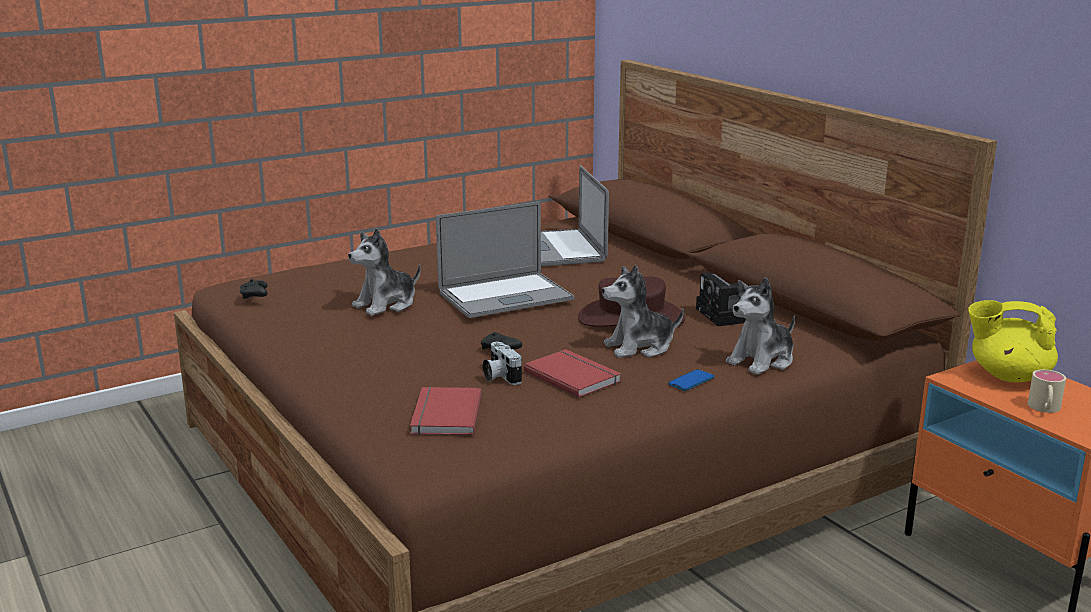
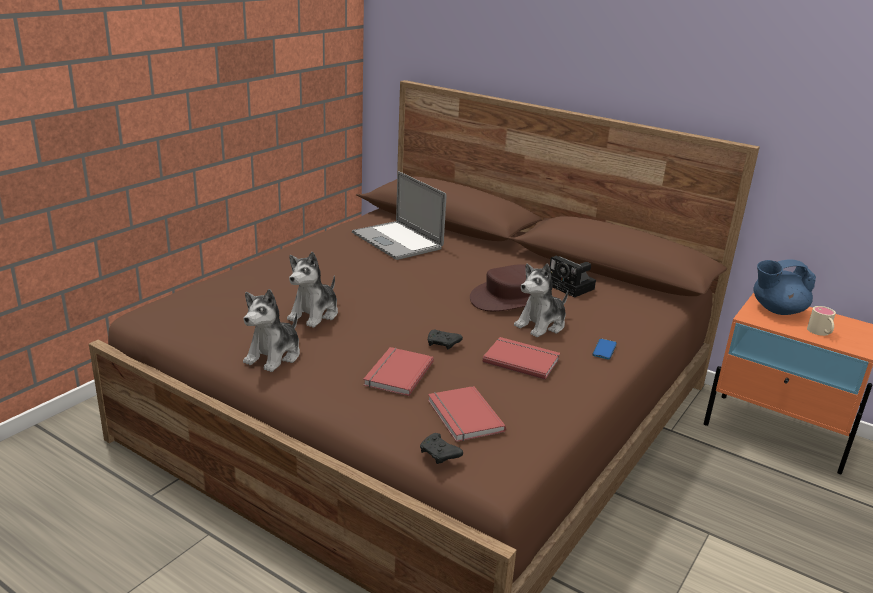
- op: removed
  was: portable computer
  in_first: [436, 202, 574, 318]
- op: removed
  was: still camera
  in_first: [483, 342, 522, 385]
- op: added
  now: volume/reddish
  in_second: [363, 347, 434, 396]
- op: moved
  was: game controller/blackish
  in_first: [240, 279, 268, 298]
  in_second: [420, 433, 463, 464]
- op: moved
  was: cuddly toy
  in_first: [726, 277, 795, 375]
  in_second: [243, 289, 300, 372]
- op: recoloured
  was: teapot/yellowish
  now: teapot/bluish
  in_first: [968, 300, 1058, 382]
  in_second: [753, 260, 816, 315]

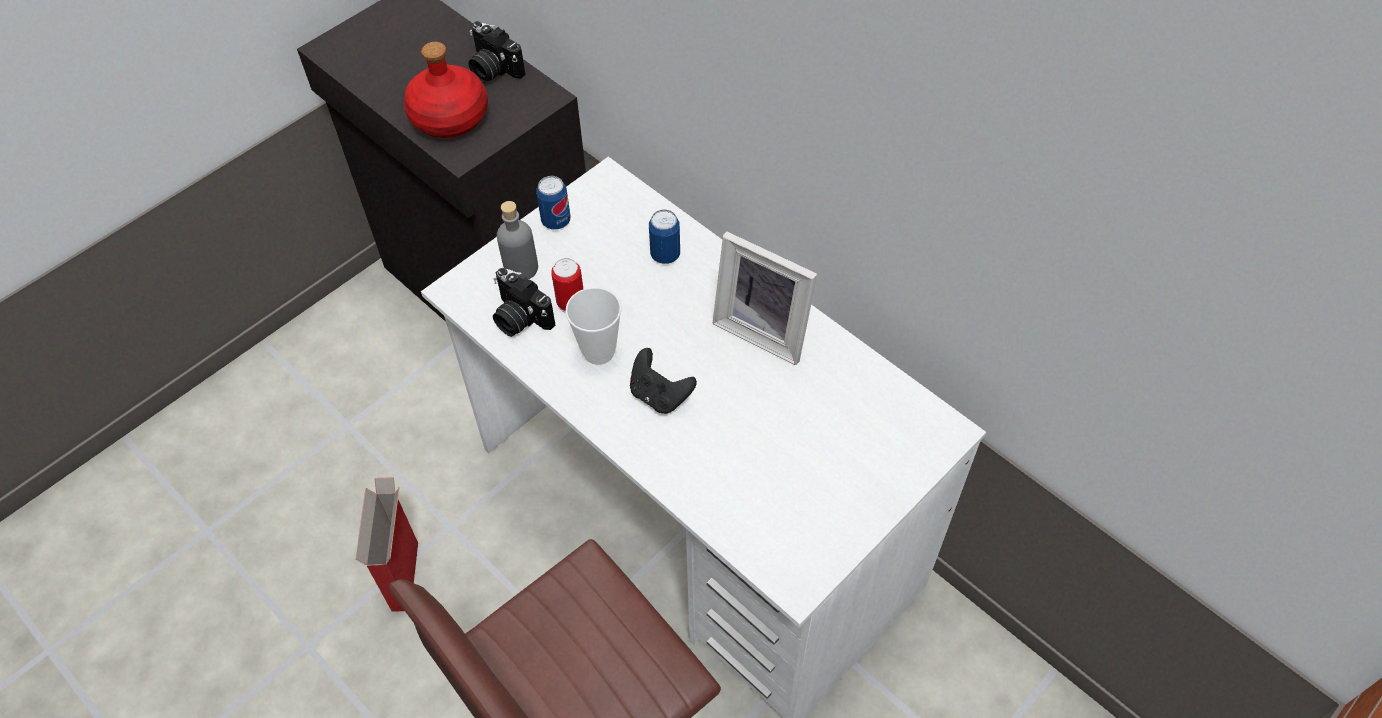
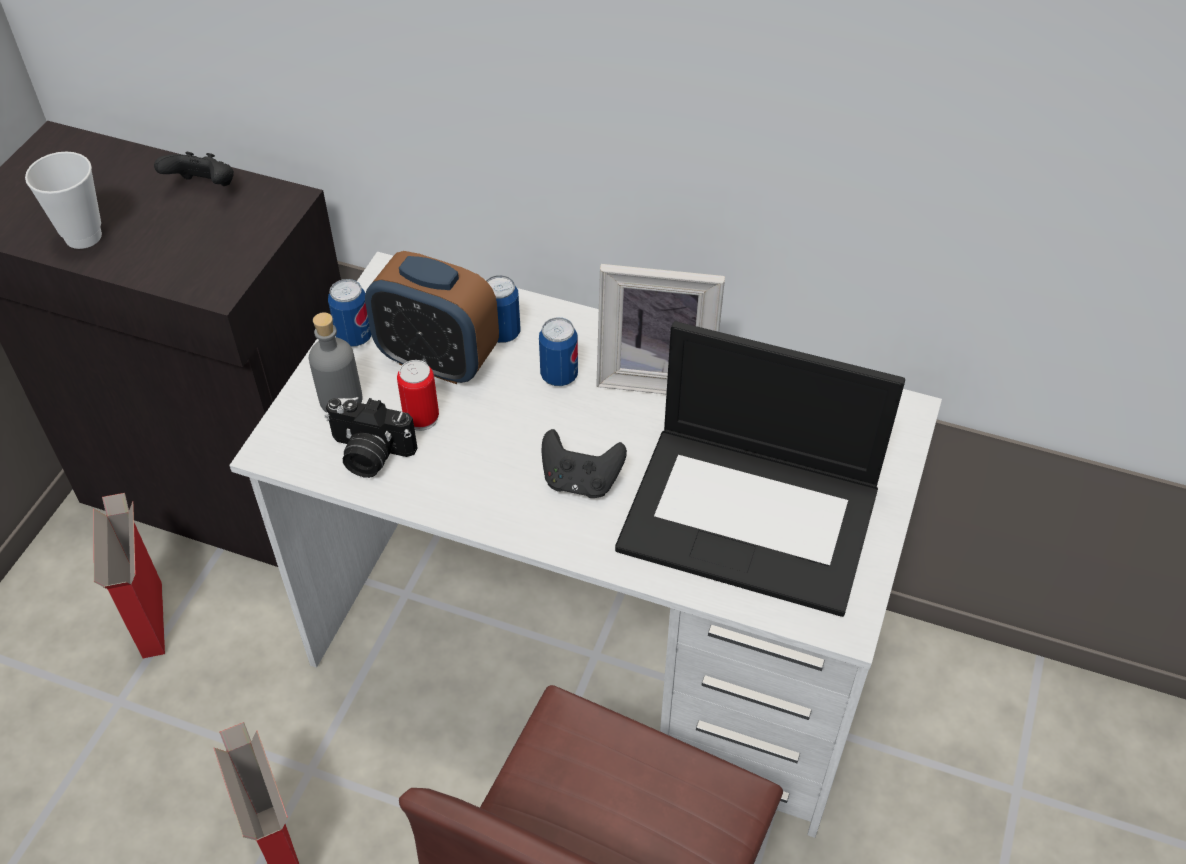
- op: removed
  was: drink bottle/reddish
  in_first: [404, 42, 488, 138]
- op: added
  now: cardboard box
  in_second: [93, 493, 165, 658]
- op: added
  now: alarm clock
  in_second: [365, 251, 499, 384]
- op: added
  now: can
  in_second: [539, 318, 578, 386]
- op: added
  now: portable computer
  in_second: [615, 321, 905, 617]
- op: moved
  was: cup
  in_first: [565, 287, 622, 365]
  in_second: [25, 151, 102, 249]
- op: replaced
  was: still camera
  now: game controller/blackish
  in_first: [469, 21, 525, 83]
  in_second: [154, 152, 234, 186]

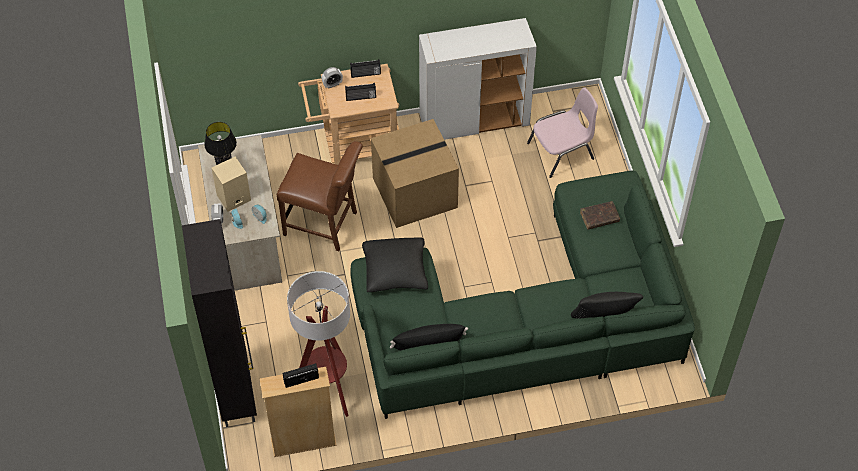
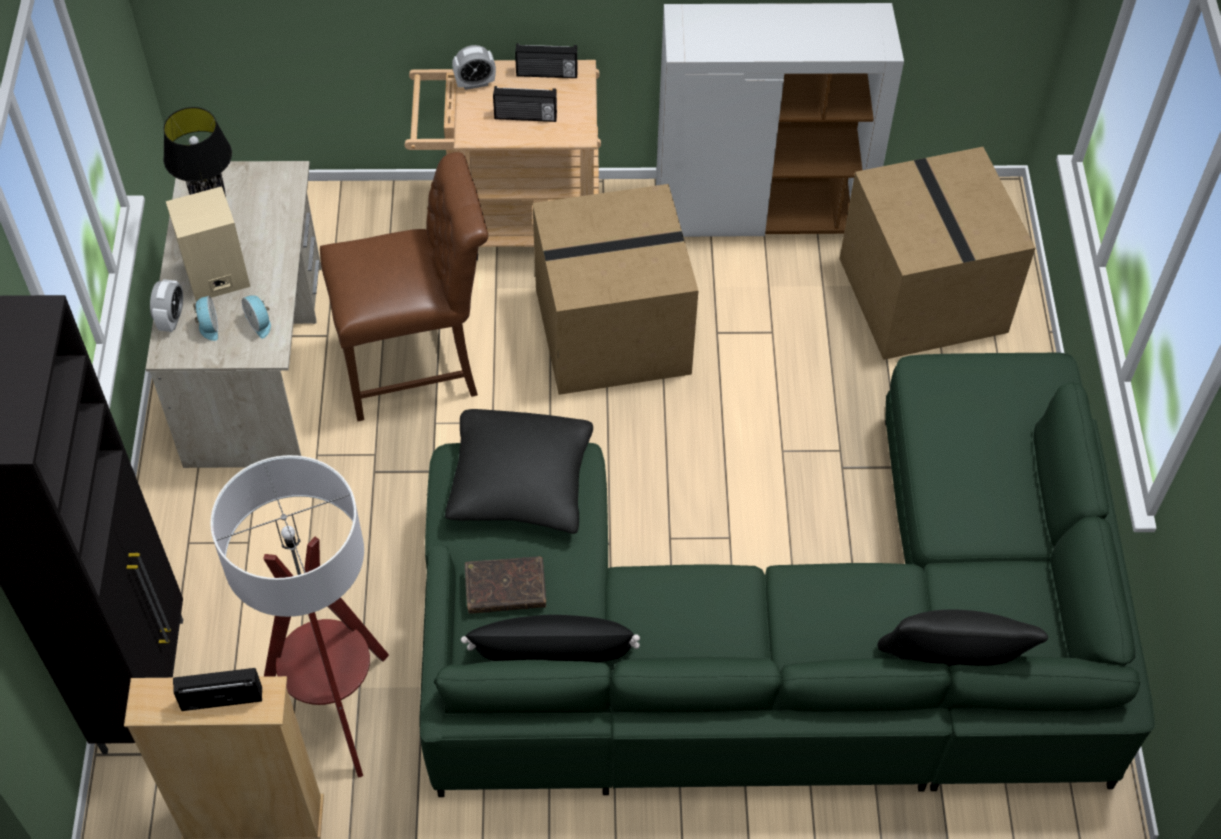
- op: moved
  was: volume/brown-coloured
  in_first: [580, 201, 620, 229]
  in_second: [465, 556, 546, 614]
- op: replaced
  was: chair/pinkish
  now: cardboard box
  in_first: [527, 88, 598, 178]
  in_second: [840, 147, 1035, 360]
- op: turned
  was: chair/brown-coloured
  in_first: [277, 141, 363, 251]
  in_second: [320, 152, 488, 421]
  clockwise: -45

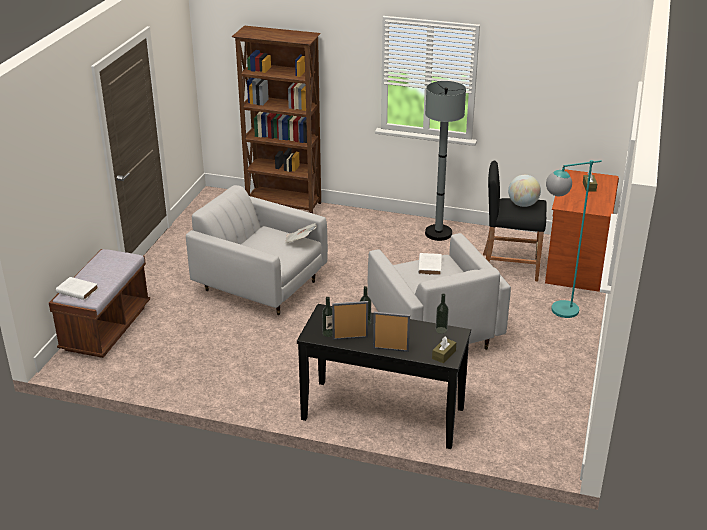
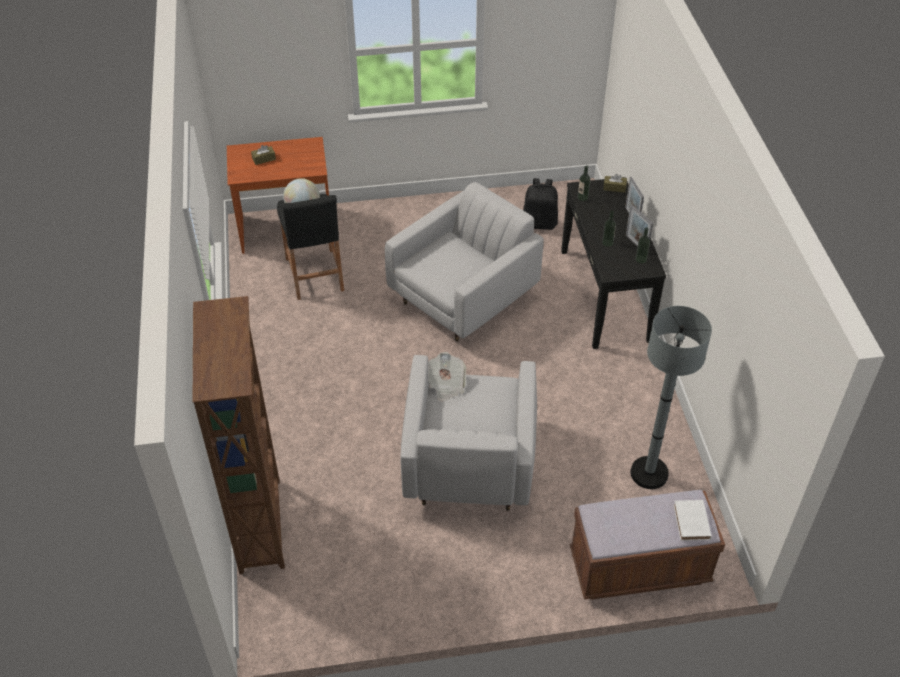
- op: removed
  was: volume/whitish
  in_first: [418, 253, 442, 275]
- op: removed
  was: standard lamp/turquoise
  in_first: [546, 160, 602, 318]
- op: added
  now: backpack/blackish
  in_second: [523, 178, 558, 230]
- op: moved
  was: standard lamp/grey
  in_first: [425, 81, 466, 241]
  in_second: [630, 306, 712, 489]

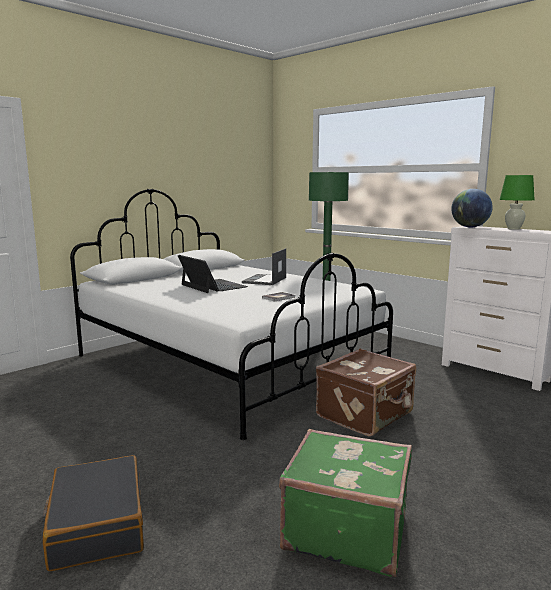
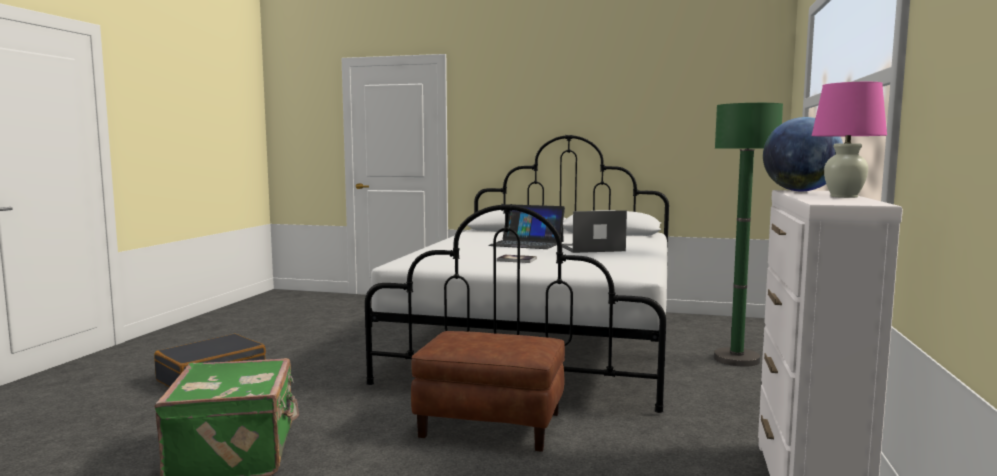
- op: replaced
  was: travel case/brown-coloured
  now: ottoman/brown-coloured
  in_first: [316, 349, 416, 436]
  in_second: [411, 331, 565, 452]
- op: recoloured
  was: table lamp/green-coloured
  now: table lamp/pinkish
  in_first: [500, 175, 535, 230]
  in_second: [812, 82, 887, 198]
- op: turned
  was: portable computer
  in_first: [178, 255, 248, 293]
  in_second: [488, 205, 565, 249]
  clockwise: 90

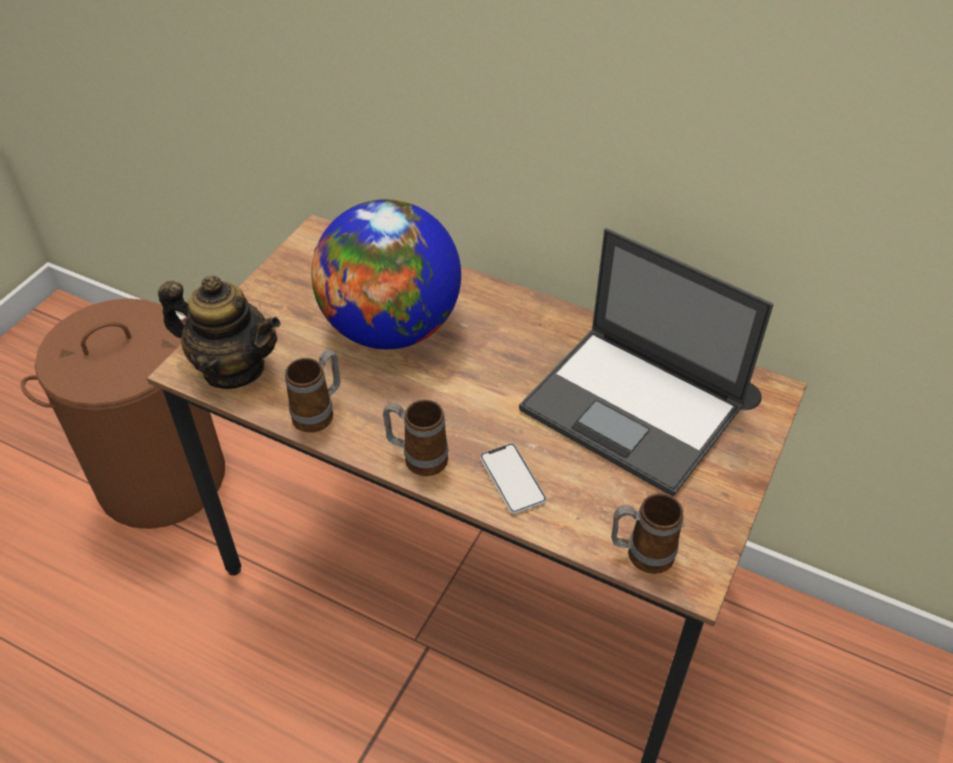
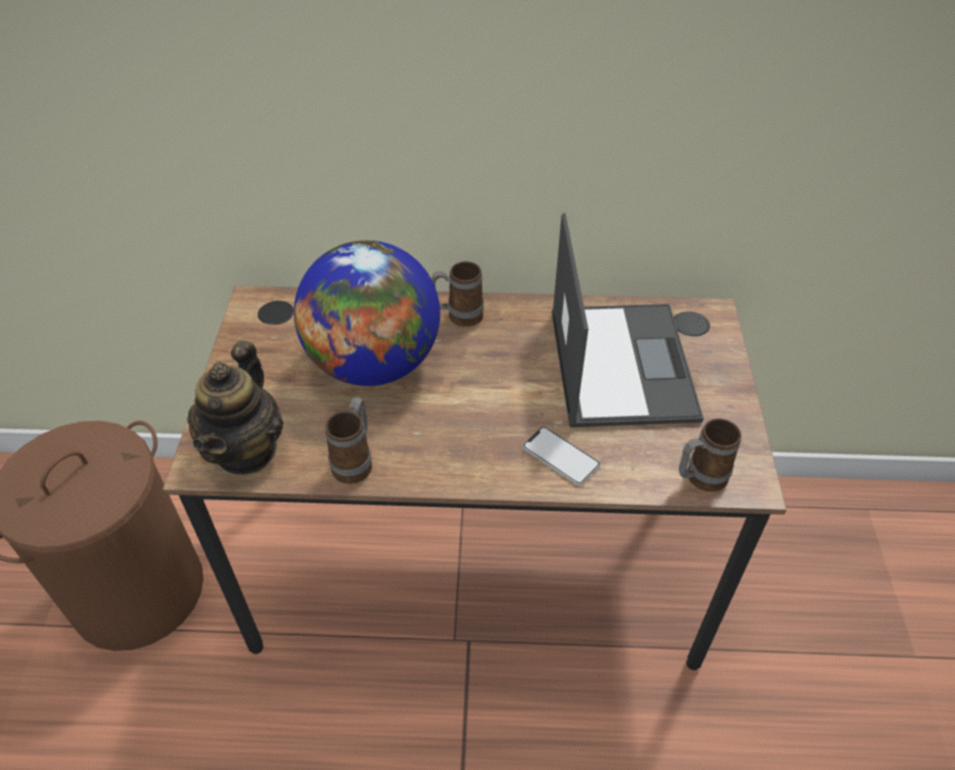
- op: moved
  was: tea mug
  in_first: [383, 400, 448, 476]
  in_second: [431, 261, 484, 327]
- op: turned
  was: teapot
  in_first: [158, 275, 281, 389]
  in_second: [187, 341, 283, 475]
  clockwise: 105
- op: turned
  was: portable computer
  in_first: [519, 228, 774, 497]
  in_second: [552, 213, 704, 427]
  clockwise: -105

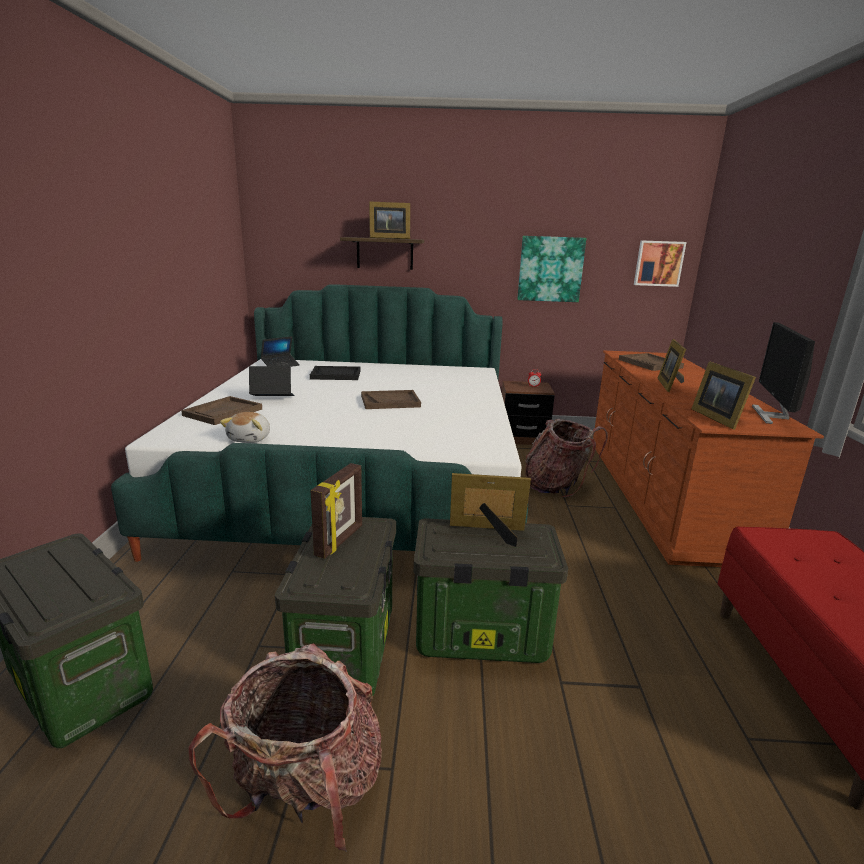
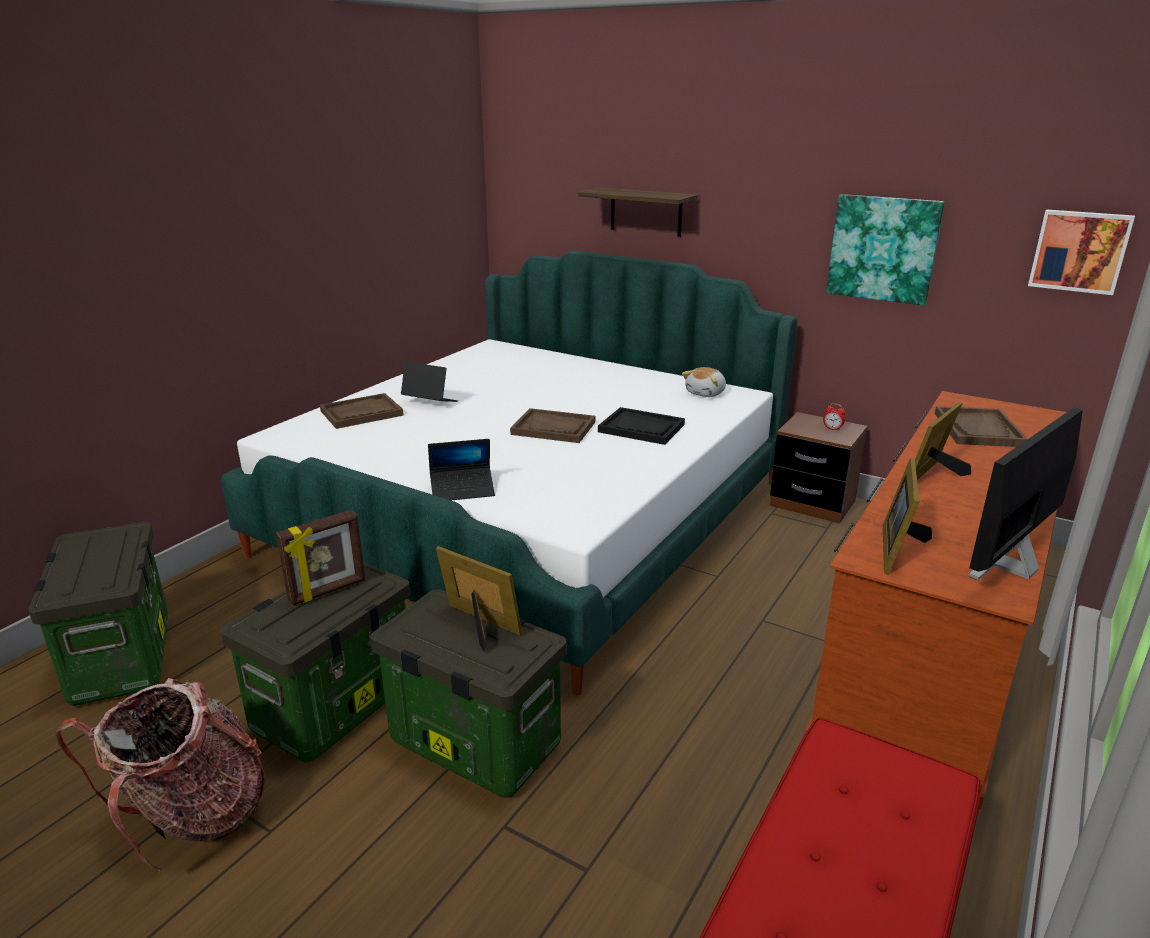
- op: removed
  was: standing frame
  in_first: [369, 201, 410, 239]
- op: removed
  was: backpack
  in_first: [525, 419, 608, 498]
- op: moved
  was: cuddly toy
  in_first: [220, 412, 270, 443]
  in_second: [682, 367, 726, 397]
- op: moved
  was: portable computer
  in_first: [261, 336, 300, 367]
  in_second: [428, 439, 495, 500]
- op: moved
  was: serving tray/blackish
  in_first: [310, 366, 361, 380]
  in_second: [598, 407, 685, 445]

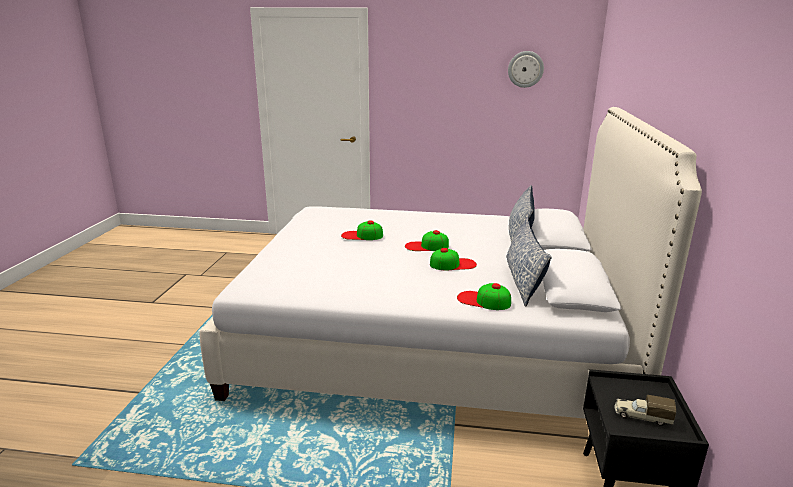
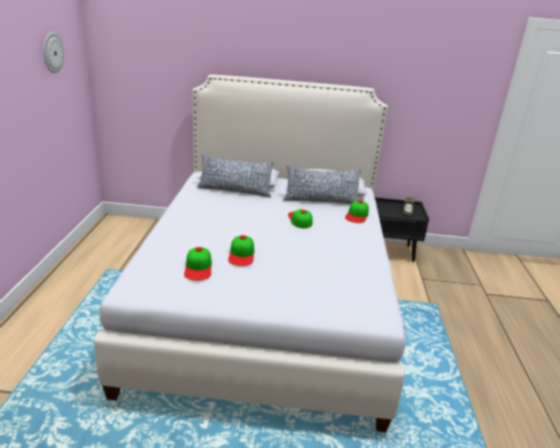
- op: moved
  was: cap
  in_first: [405, 230, 449, 251]
  in_second: [184, 247, 212, 281]

